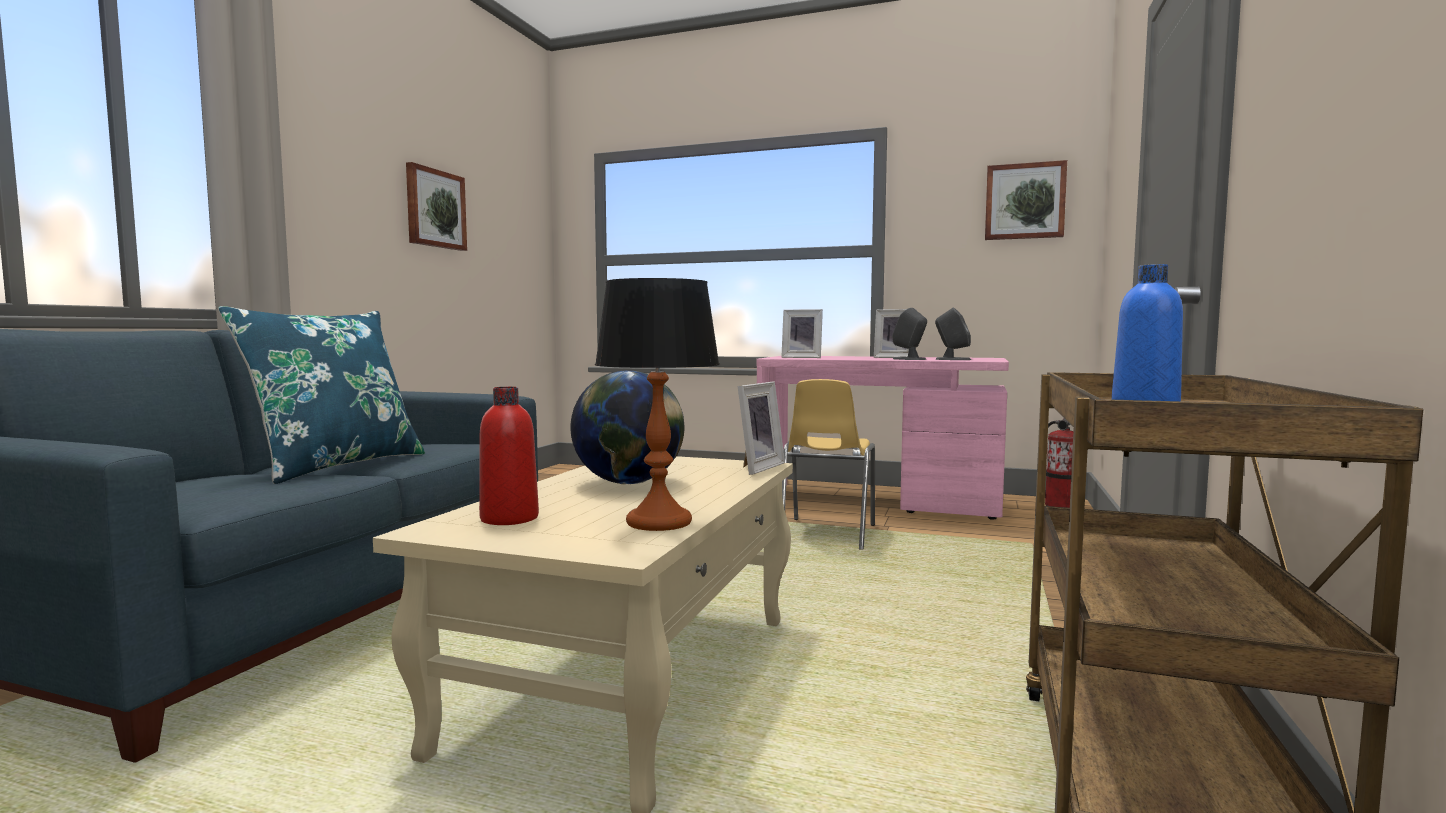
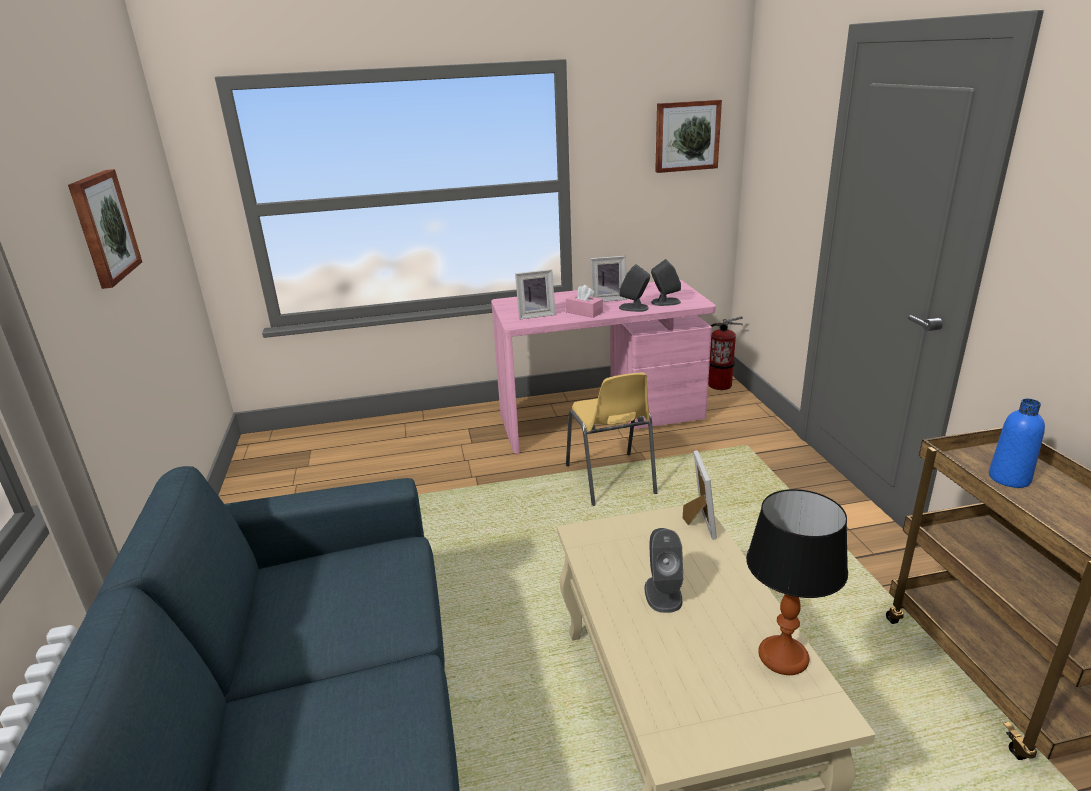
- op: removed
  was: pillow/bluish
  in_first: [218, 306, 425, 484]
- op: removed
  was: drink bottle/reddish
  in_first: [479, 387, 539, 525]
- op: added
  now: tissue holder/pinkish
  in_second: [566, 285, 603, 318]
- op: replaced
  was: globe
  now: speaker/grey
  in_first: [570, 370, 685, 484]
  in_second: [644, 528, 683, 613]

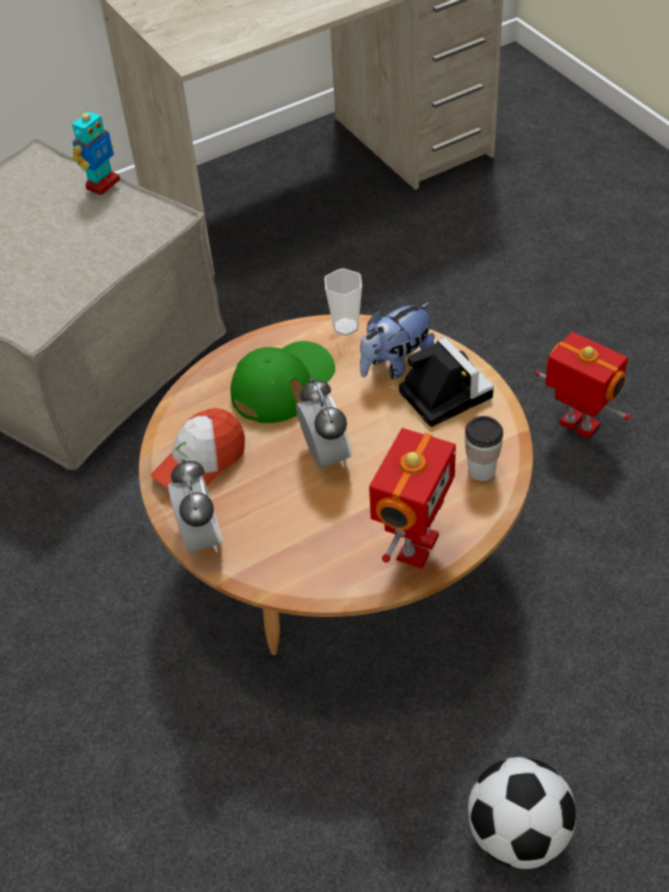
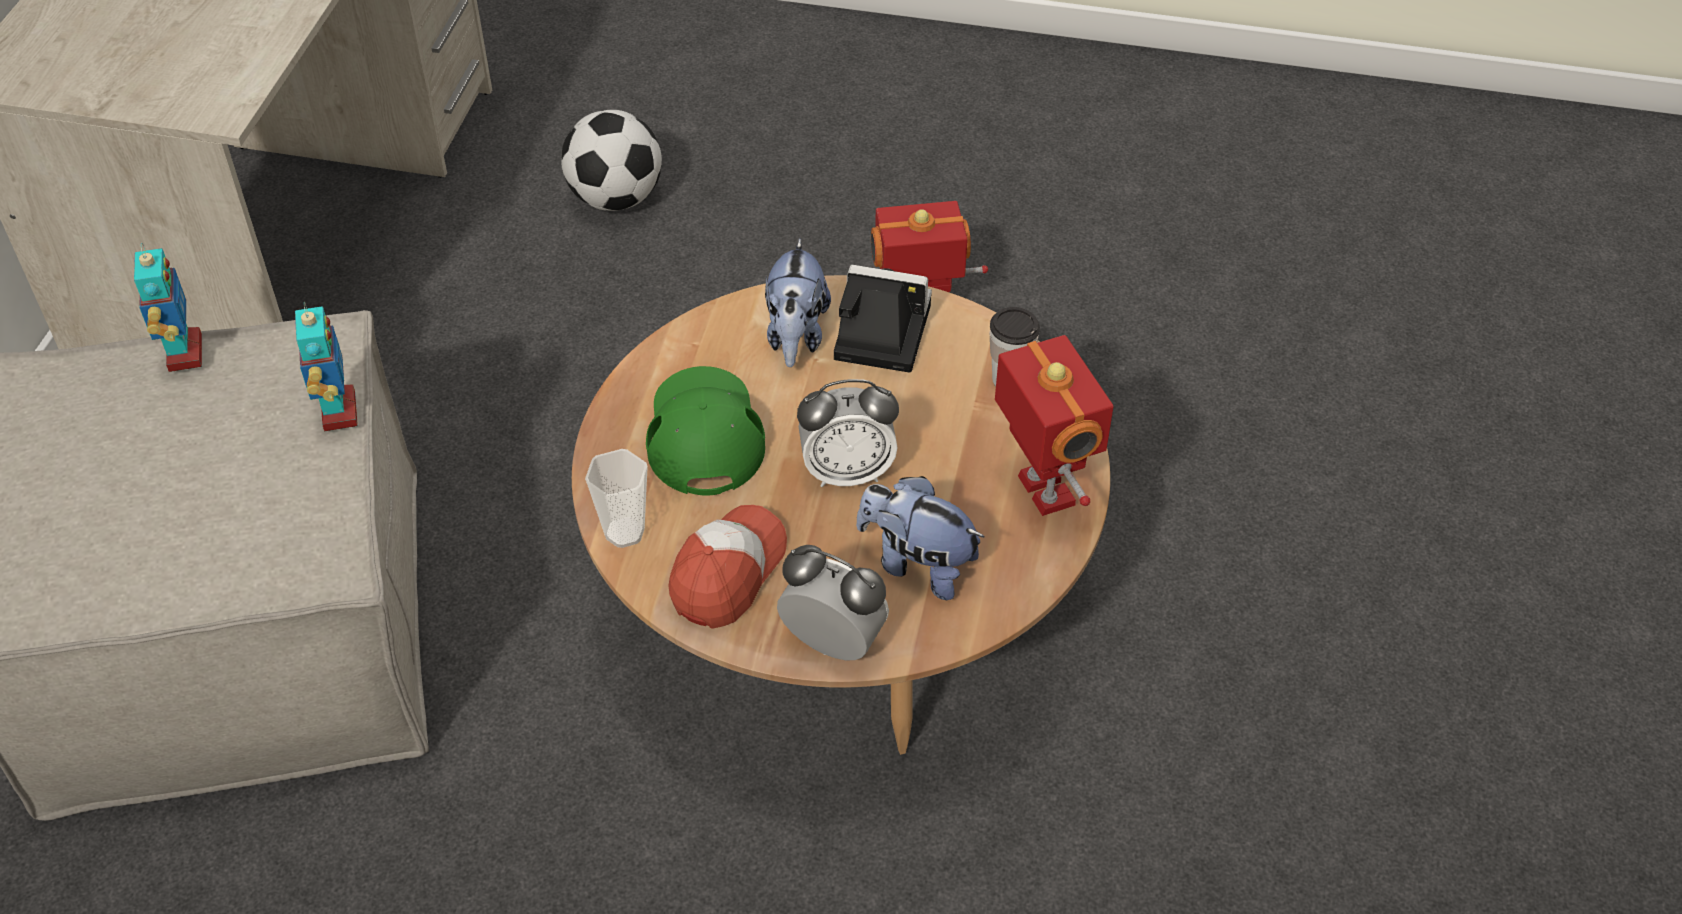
- op: added
  now: robot figure
  in_second: [295, 302, 358, 431]
- op: added
  now: cuddly toy
  in_second: [856, 476, 985, 600]
- op: moved
  was: cup
  in_first: [324, 268, 362, 336]
  in_second: [585, 449, 648, 548]
- op: moved
  was: football
  in_first: [468, 757, 576, 869]
  in_second: [561, 110, 662, 211]
- op: turned
  was: cap
  in_first: [151, 408, 245, 489]
  in_second: [668, 505, 787, 629]
  clockwise: -150
- op: turned
  was: alarm clock
  in_first: [296, 378, 352, 468]
  in_second: [797, 379, 899, 487]
  clockwise: 150

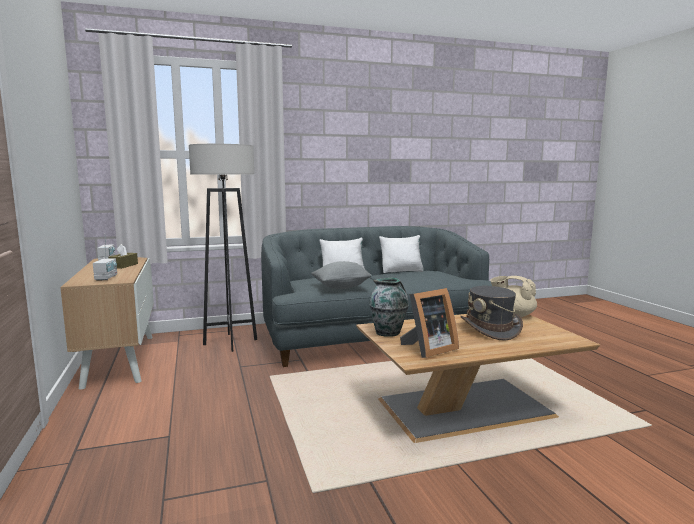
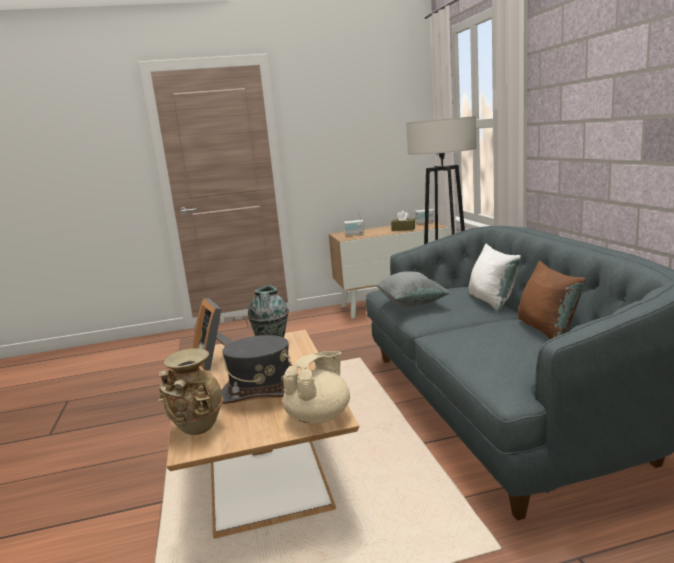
- op: added
  now: flower vase/sand-coloured
  in_second: [158, 348, 223, 435]
- op: recoloured
  was: pillow/whitish
  now: pillow/brown-coloured
  in_first: [379, 235, 424, 273]
  in_second: [518, 261, 585, 339]

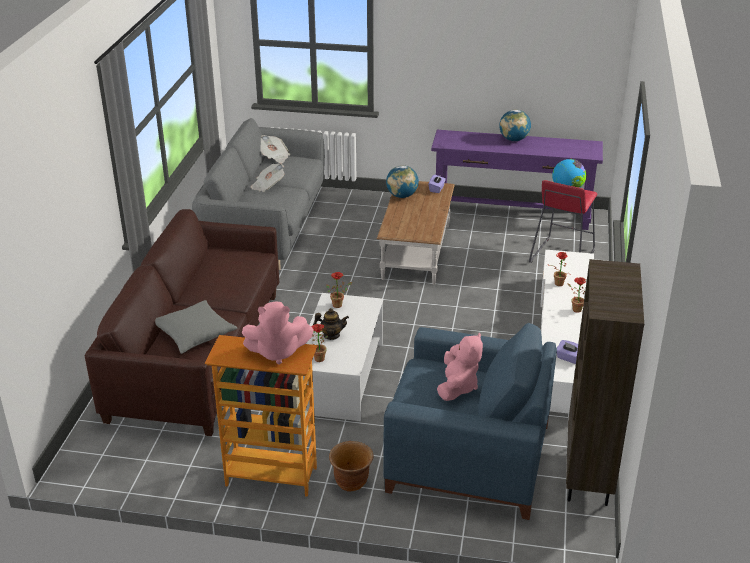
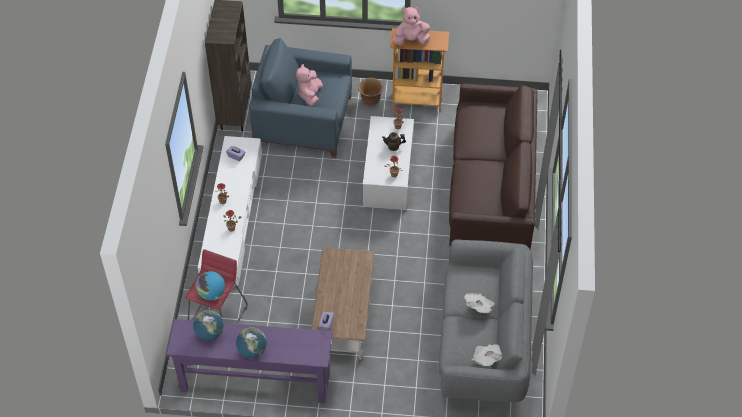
- op: removed
  was: pillow/grey
  in_first: [155, 300, 237, 354]
- op: moved
  was: globe
  in_first: [386, 165, 419, 198]
  in_second: [193, 310, 224, 341]

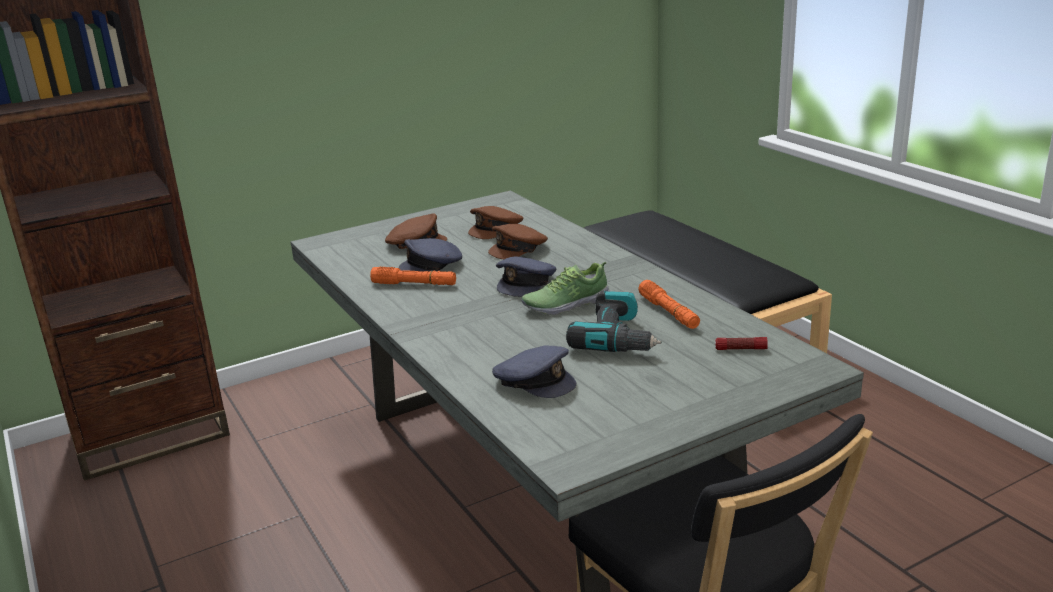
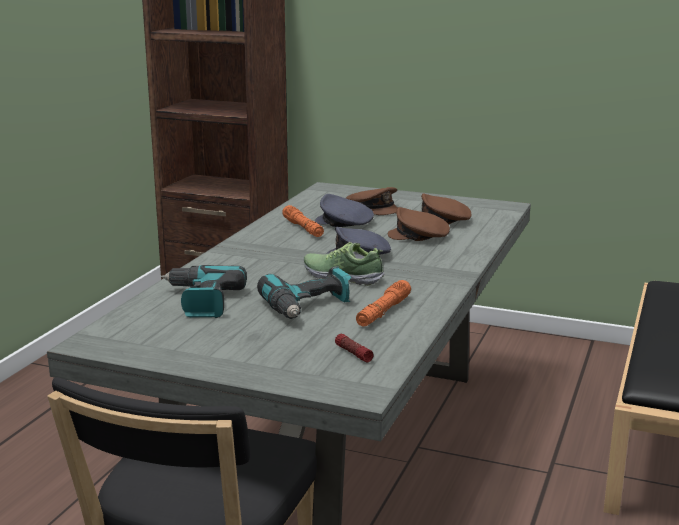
- op: replaced
  was: cap/grey
  now: drill
  in_first: [492, 346, 576, 398]
  in_second: [161, 265, 247, 318]

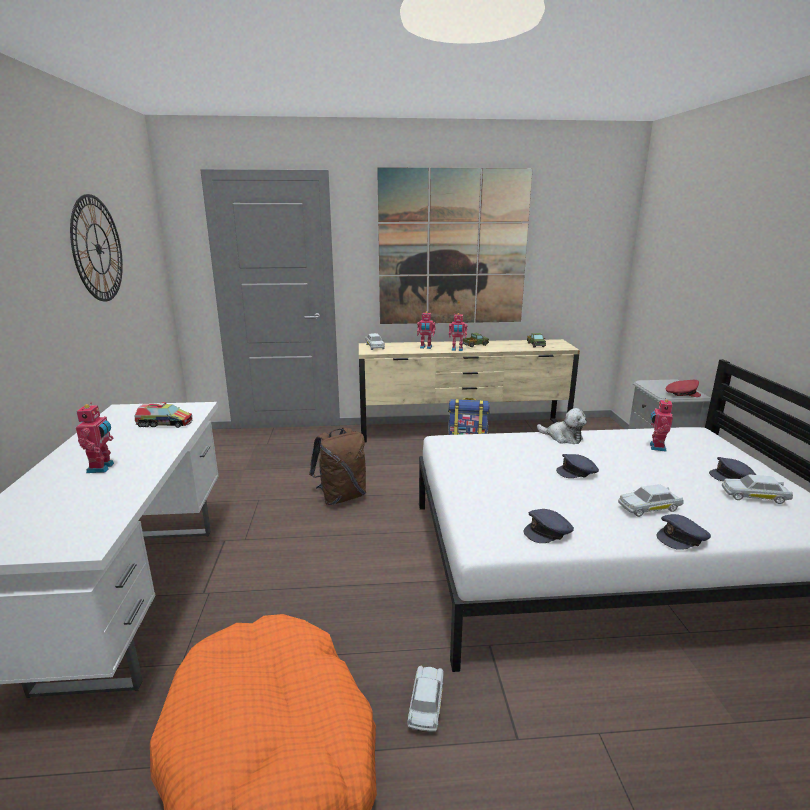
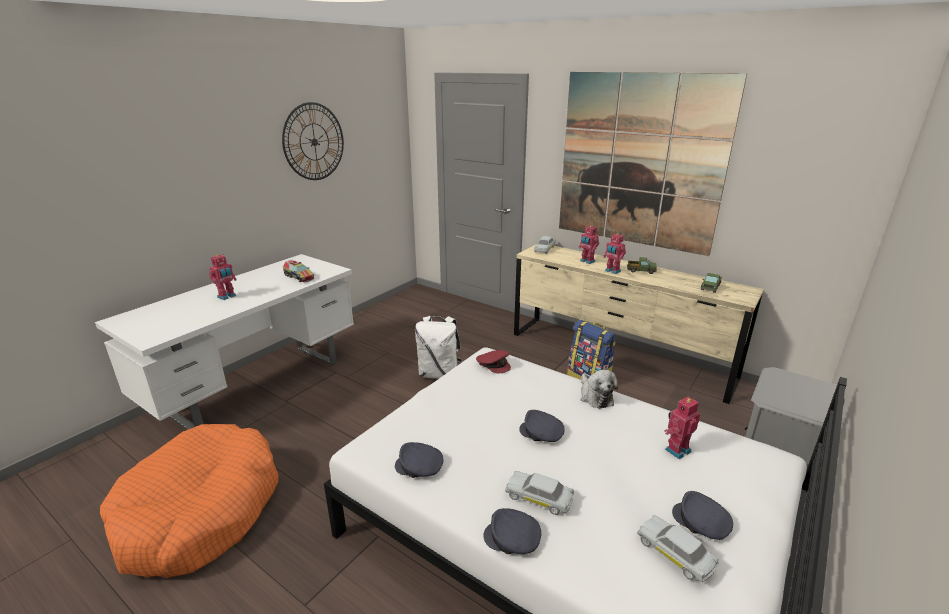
- op: removed
  was: toy car/whitish
  in_first: [408, 666, 444, 732]
- op: moved
  was: cap/reddish
  in_first: [666, 380, 701, 397]
  in_second: [476, 350, 511, 373]
- op: recoloured
  was: backpack/brown-coloured
  now: backpack/whitish
  in_first: [309, 428, 366, 505]
  in_second: [415, 316, 462, 379]

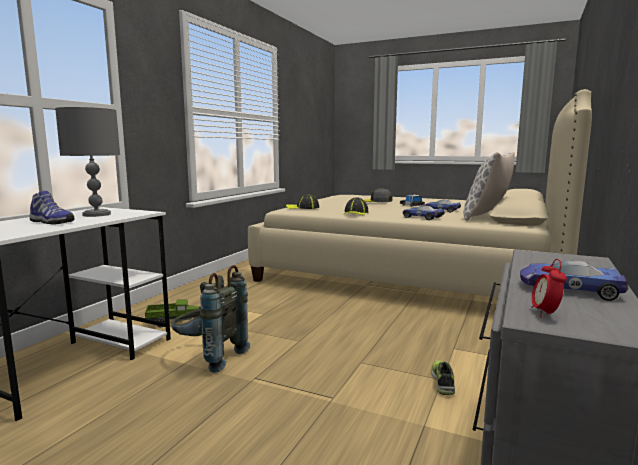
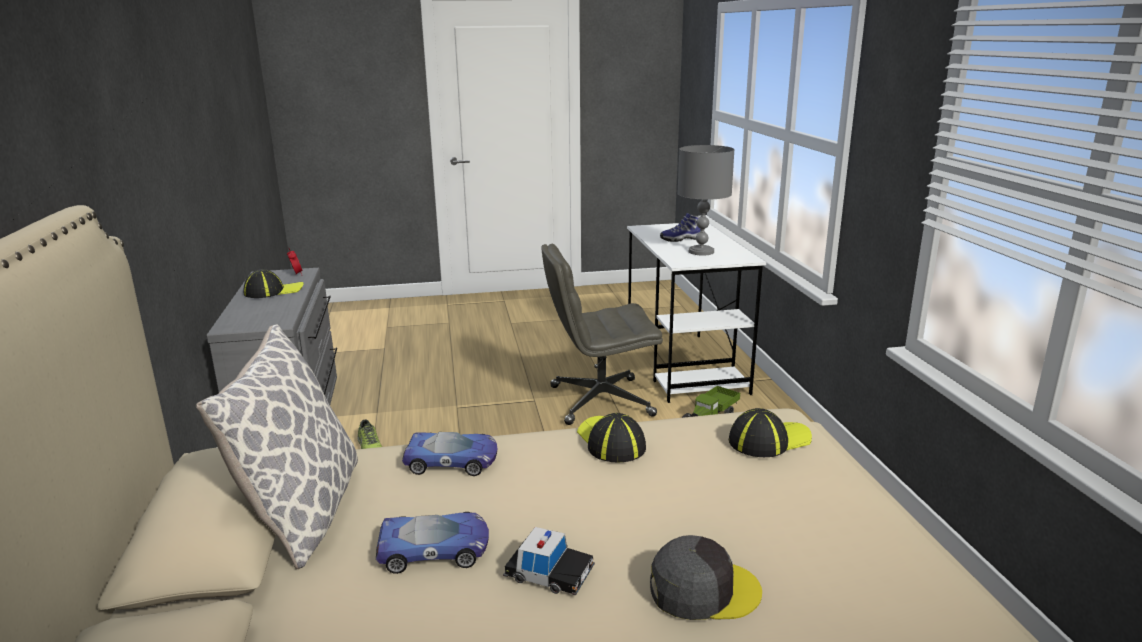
- op: replaced
  was: backpack/grey
  now: desk chair/grey
  in_first: [171, 265, 250, 373]
  in_second: [541, 244, 663, 425]
- op: replaced
  was: toy car
  now: cap
  in_first: [520, 260, 629, 301]
  in_second: [243, 269, 304, 298]

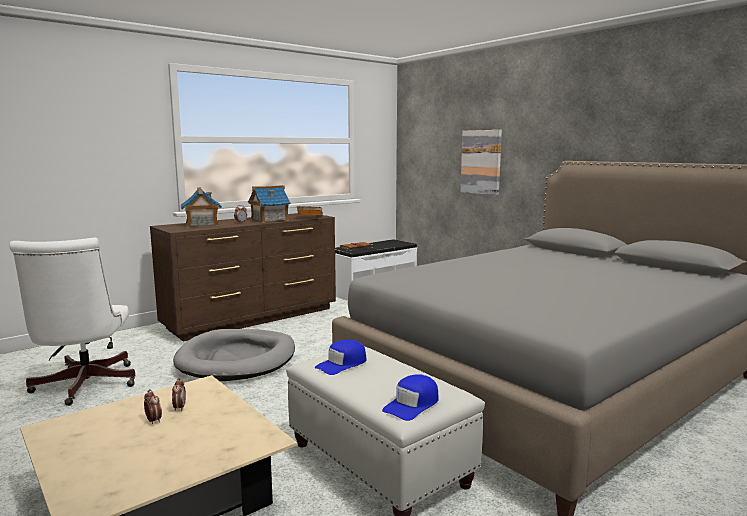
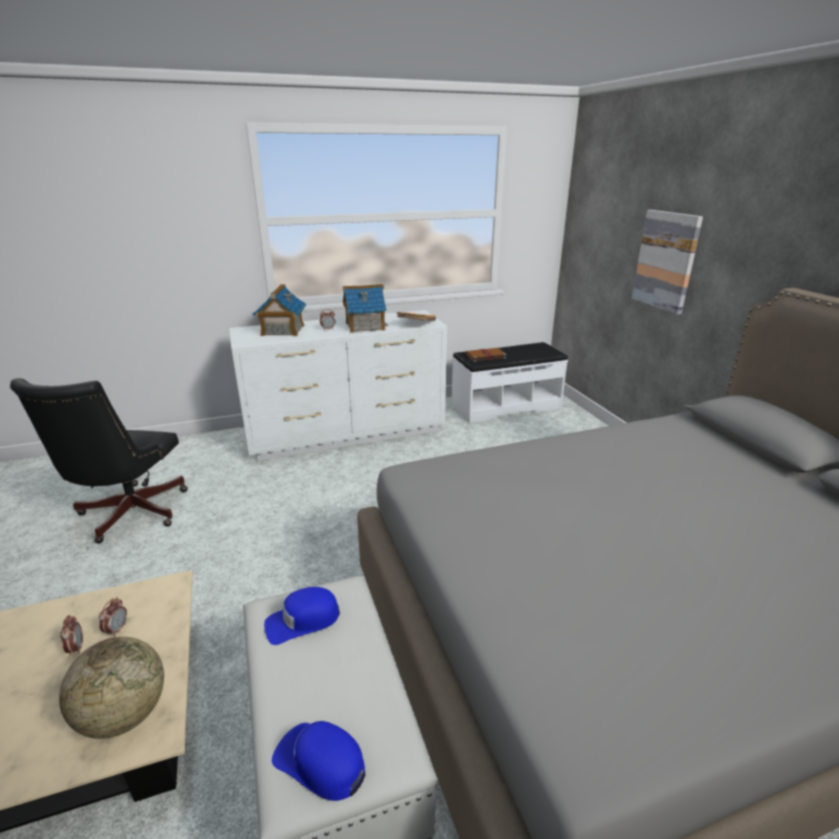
- op: removed
  was: dog cushion/grey
  in_first: [173, 329, 295, 381]
- op: added
  now: globe
  in_second: [59, 637, 164, 739]
- op: recoloured
  was: desk chair/whitish
  now: desk chair/blackish
  in_first: [9, 238, 135, 406]
  in_second: [10, 378, 187, 544]
- op: recoloured
  was: dresser/brown-coloured
  now: dresser/whitish
  in_first: [150, 213, 336, 341]
  in_second: [229, 310, 447, 461]
- op: turned
  was: cap/bluish
  in_first: [382, 374, 439, 421]
  in_second: [272, 721, 365, 801]
  clockwise: 60

